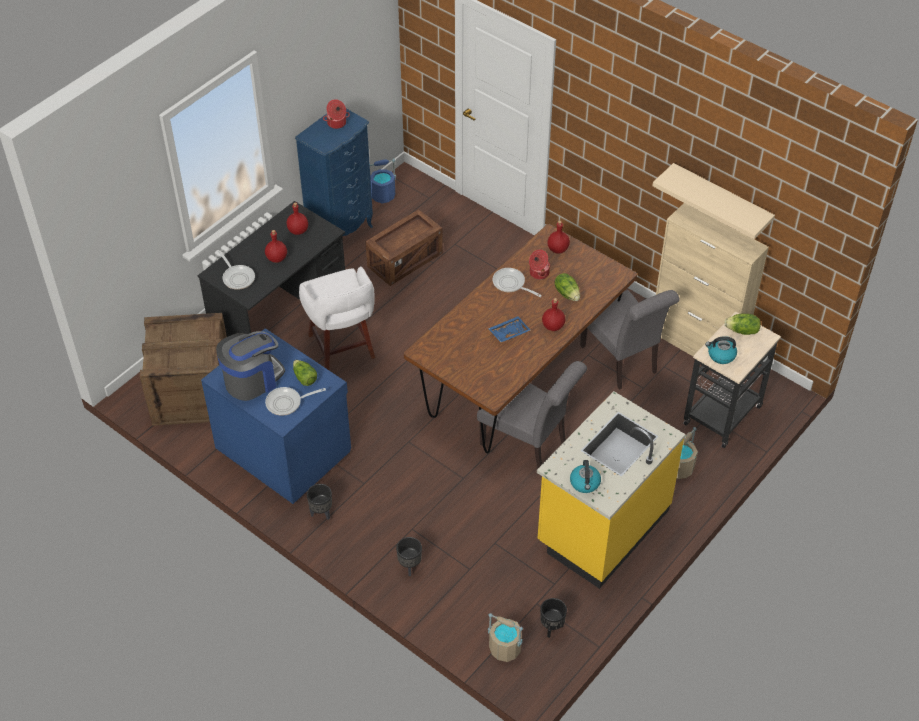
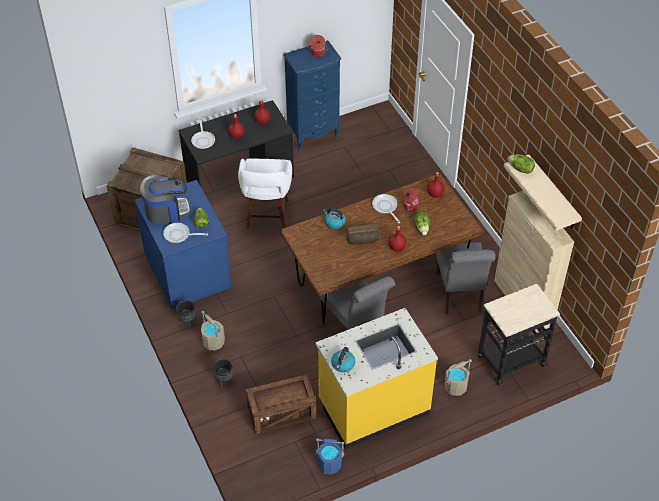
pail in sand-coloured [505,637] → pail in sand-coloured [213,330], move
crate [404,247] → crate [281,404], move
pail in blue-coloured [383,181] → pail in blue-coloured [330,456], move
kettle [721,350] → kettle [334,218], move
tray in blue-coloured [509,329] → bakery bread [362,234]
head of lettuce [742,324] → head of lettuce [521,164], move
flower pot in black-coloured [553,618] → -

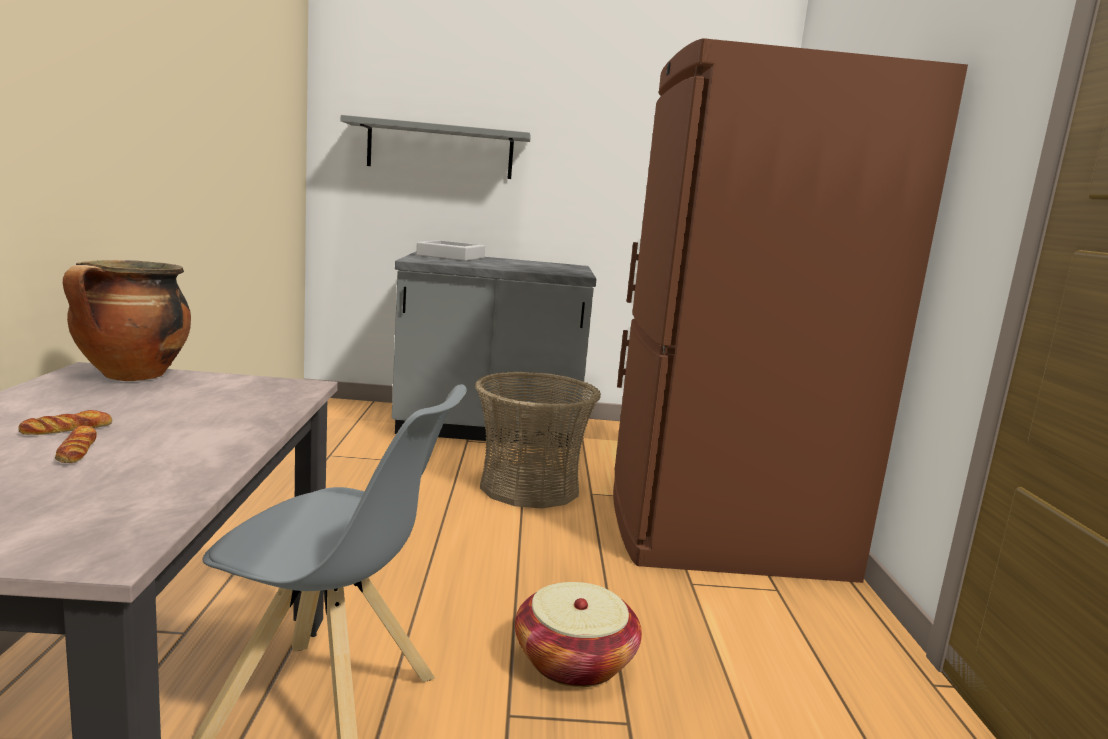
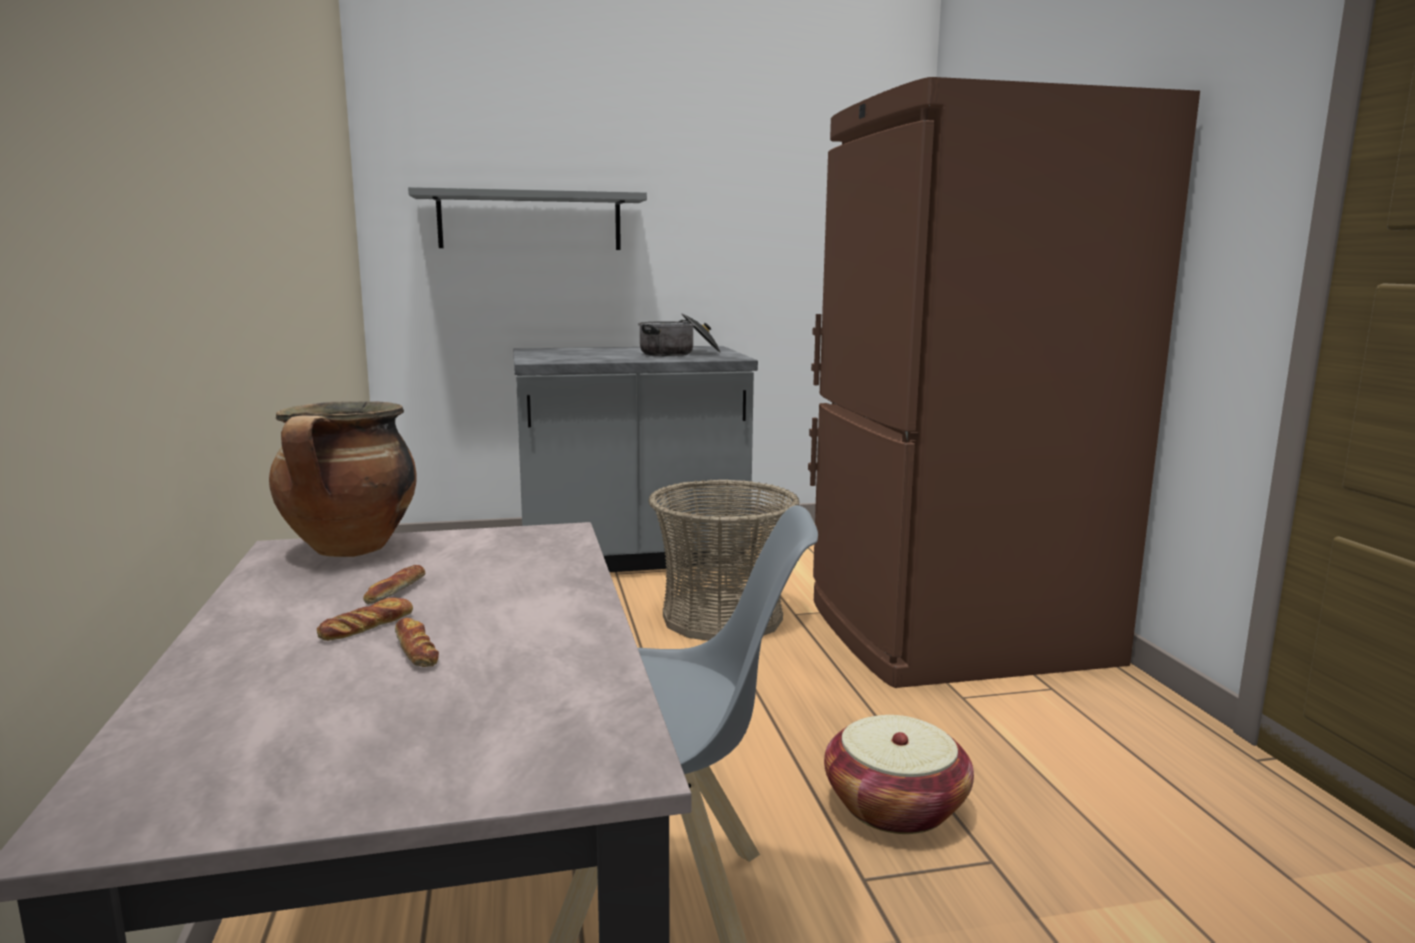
- → bakery bread [394,584]
- → cooking pot [679,334]
tray in gray [450,250] → -

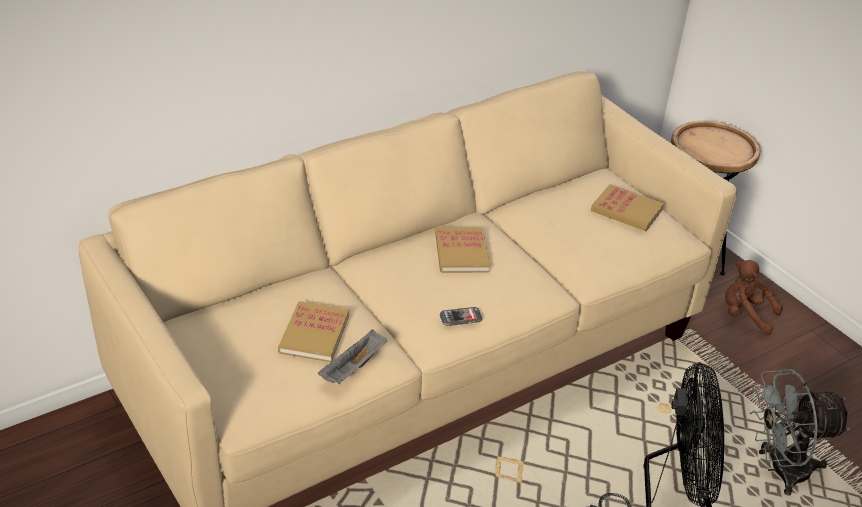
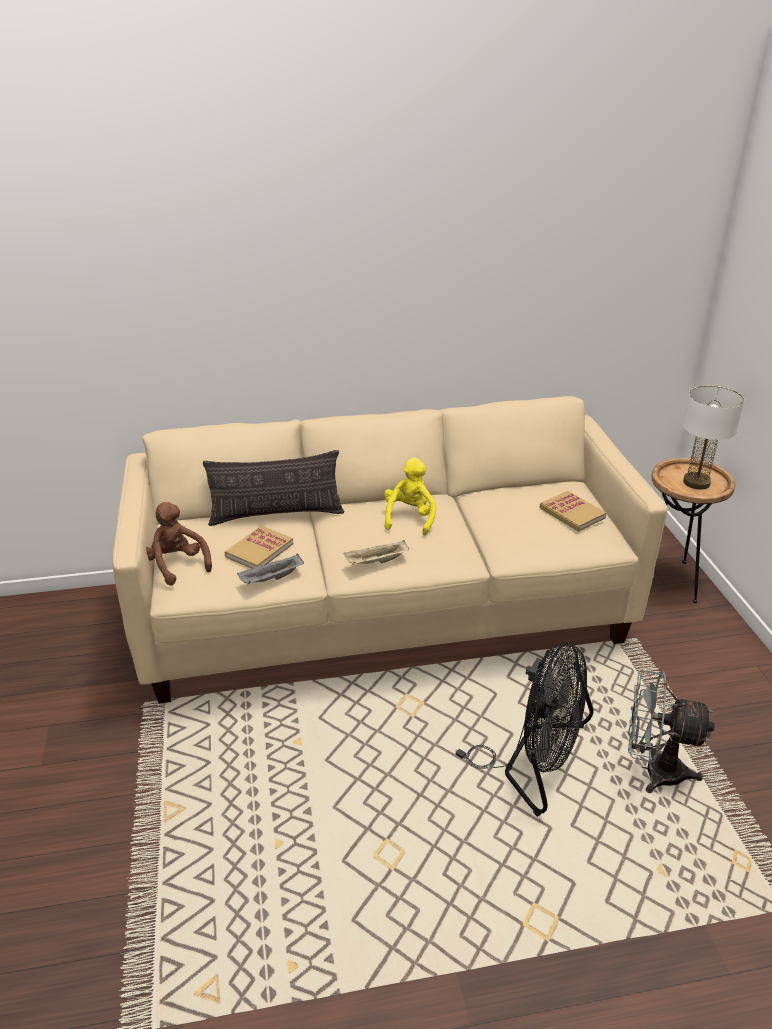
plush toy in brown [754,297] → plush toy in brown [179,544], move
- → throw pillow [273,488]
phone [461,316] → tray in sand-coloured [376,552]
volume [462,250] → plush toy in yellowish [410,497]
- → lamp for a table [713,438]

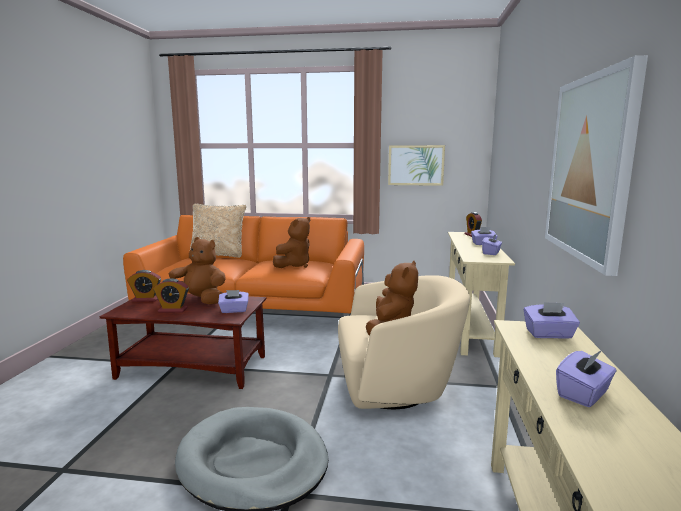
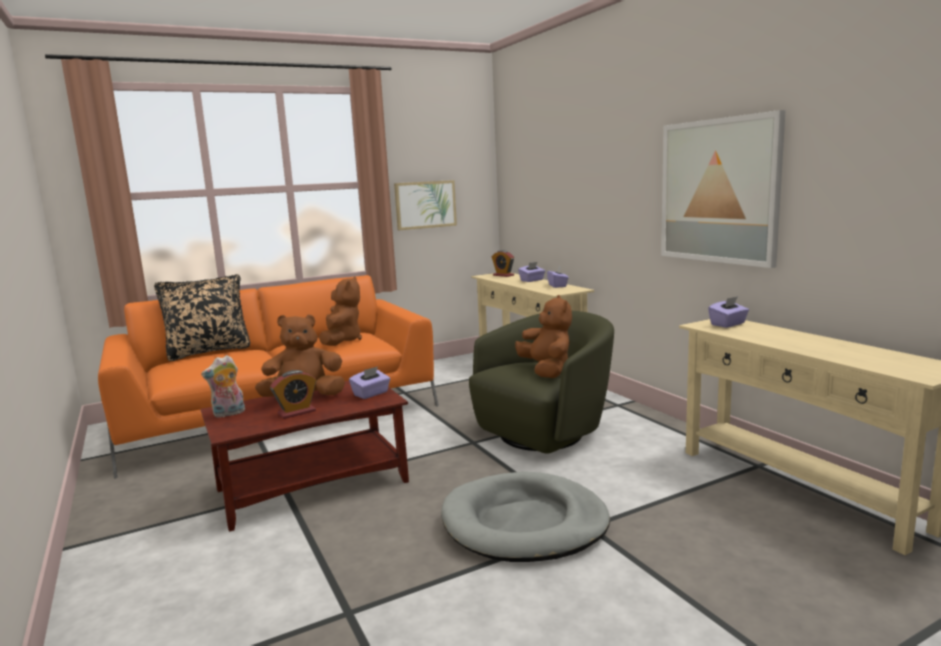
throw pillow in sand-coloured [218,230] → throw pillow in black-coloured [202,317]
table clock [144,286] → plush toy [223,386]
easy chair in sand-coloured [404,342] → easy chair in green [541,382]
tissue holder in purplish [586,378] → -

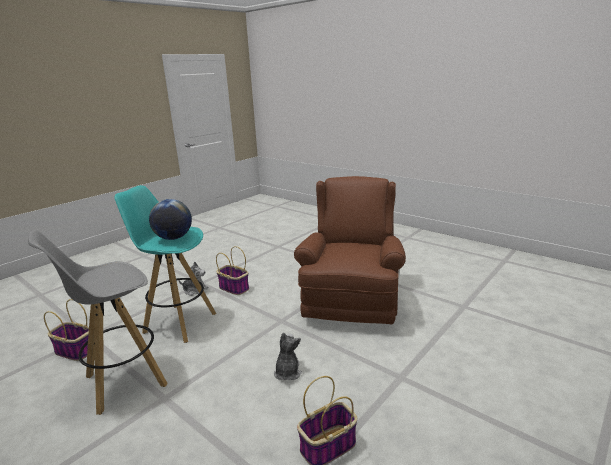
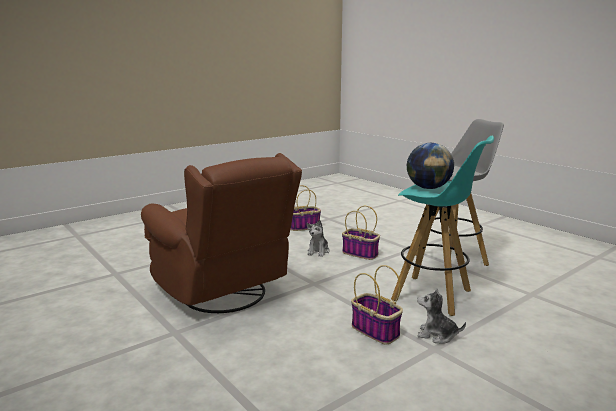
easy chair in brown [350,250] → easy chair in brown [221,233], 60 degrees counterclockwise
basket [66,330] → basket [361,233], move

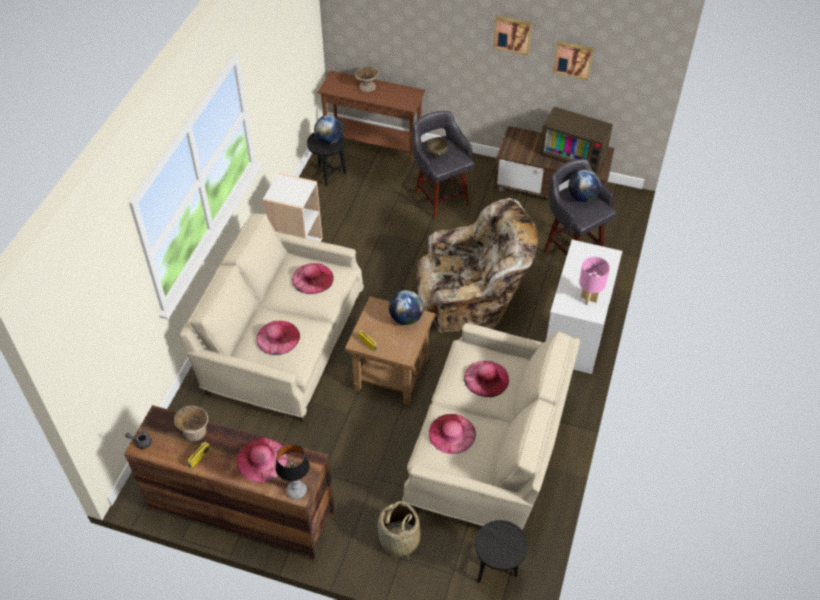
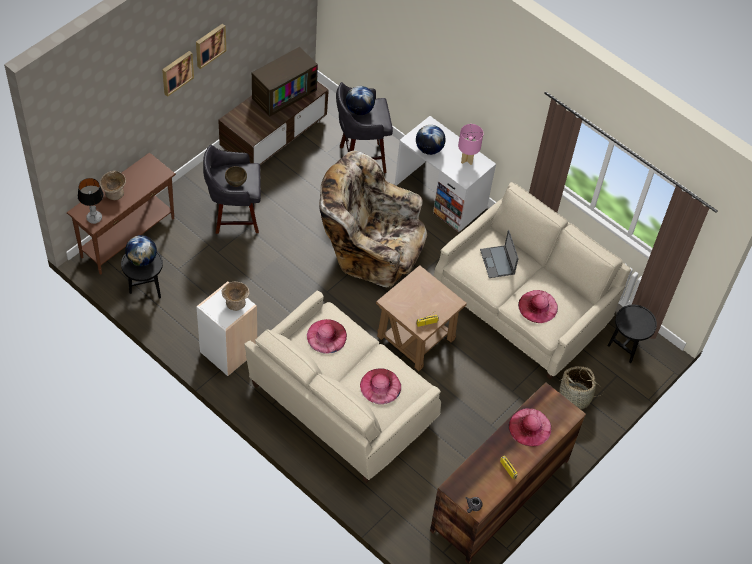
lamp for a table [292,471] → lamp for a table [91,201], move
wall picture [573,60] → wall picture [178,74], move
deep dish in sand-coloured [191,424] → deep dish in sand-coloured [236,296], move
easy chair in sand-coloured [477,265] → easy chair in sand-coloured [373,218], 90 degrees counterclockwise
globe [406,307] → globe [431,140], move
hat in pink-coloured [486,379] → notebook computer [499,254]

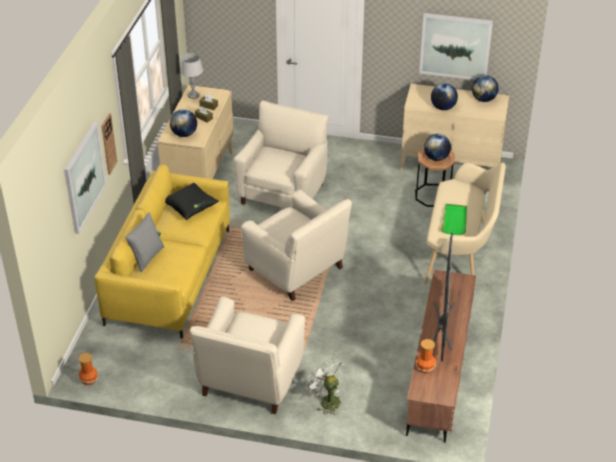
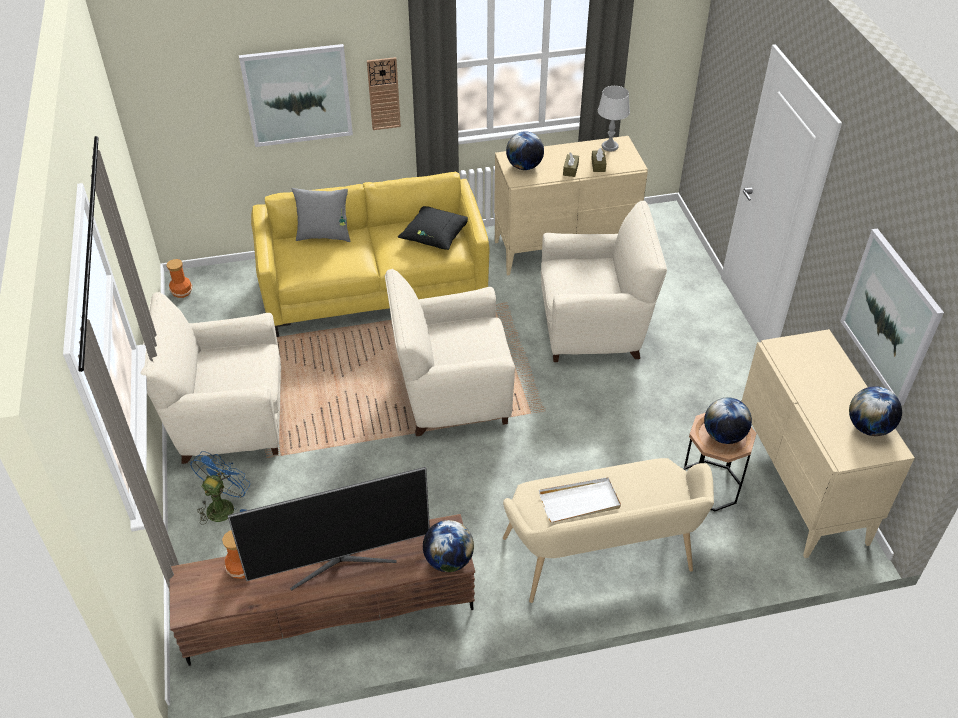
fan in whitish [325,385] → fan in blue-coloured [220,488]
easy chair in sand-coloured [296,245] → easy chair in sand-coloured [450,352], 60 degrees clockwise
globe [444,96] → globe [448,546], move
tray in green [454,219] → tray in whitish [580,500]

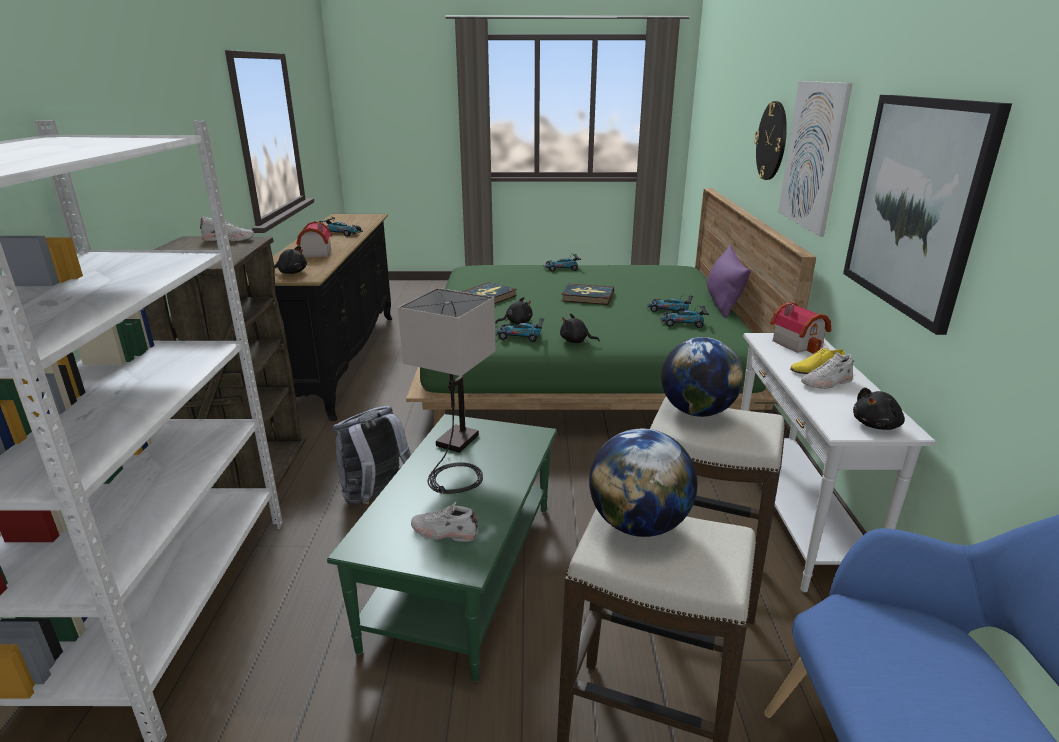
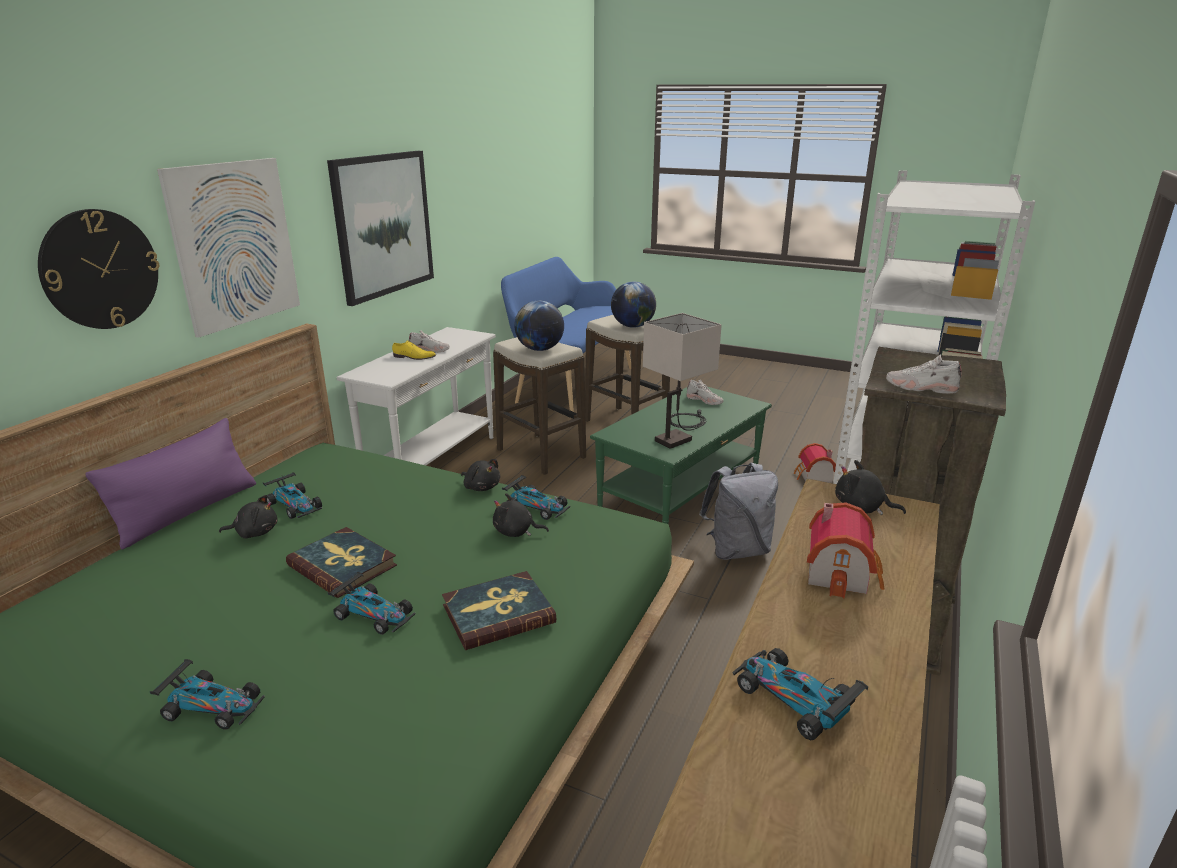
plush toy in black-coloured [879,409] → plush toy in black-coloured [248,517], move
toy car [684,317] → toy car [372,603], move
miniature house [800,328] → miniature house [814,463], move

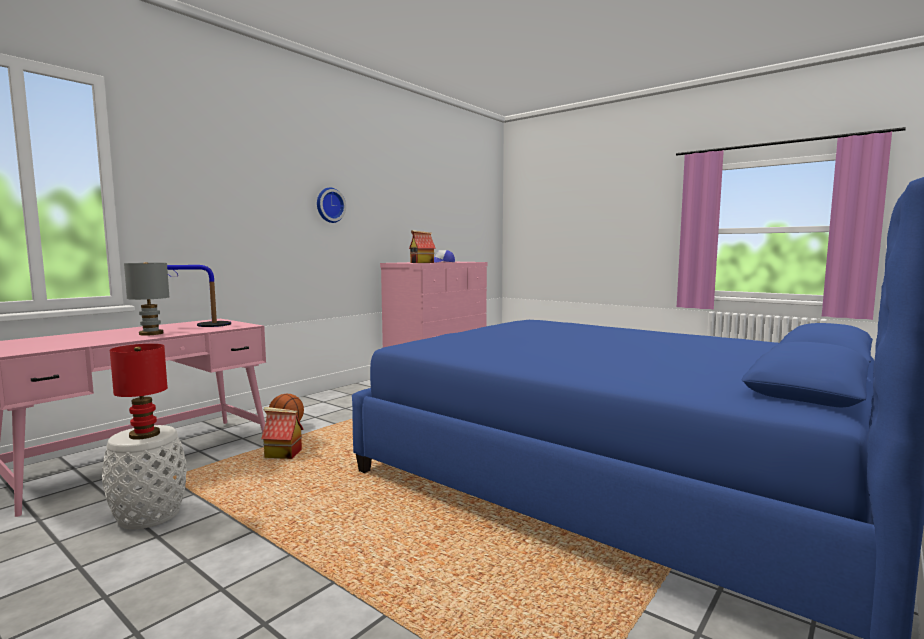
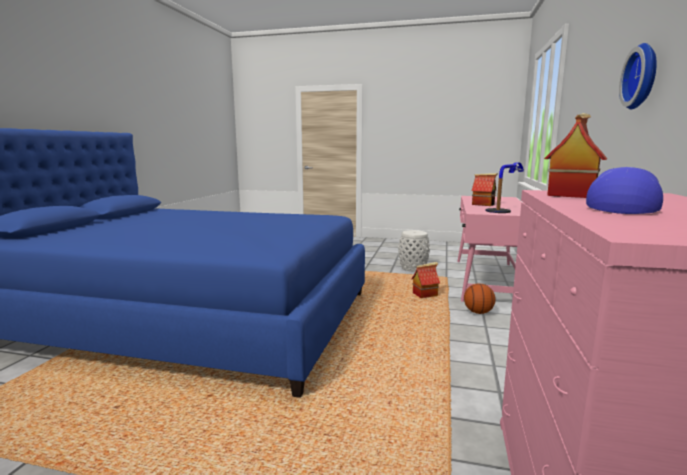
lamp for a table in gray [146,299] → miniature house [484,189]
lamp for a table in red [139,392] → -

